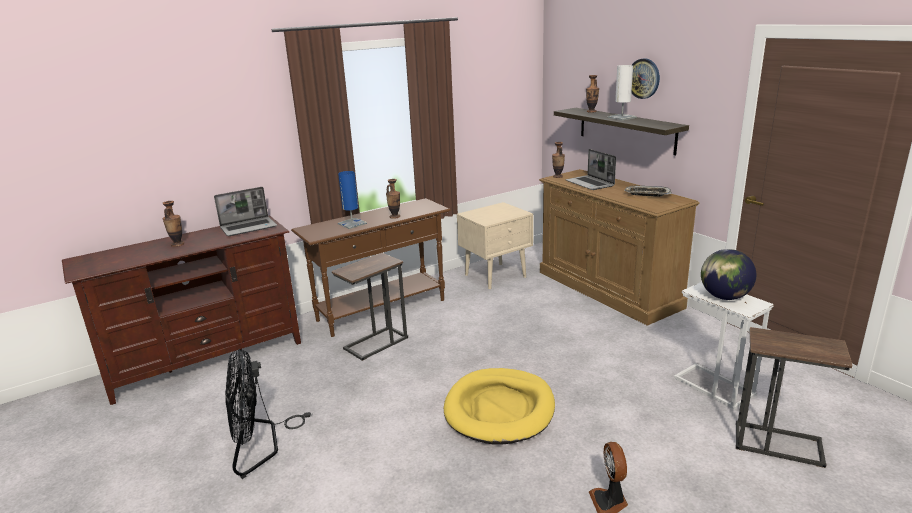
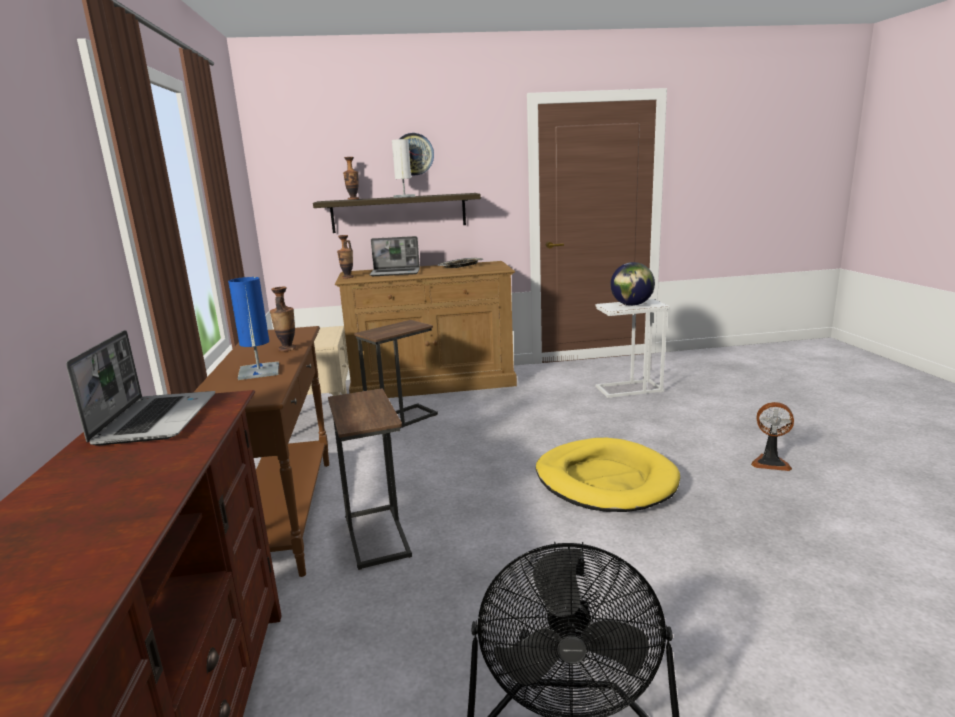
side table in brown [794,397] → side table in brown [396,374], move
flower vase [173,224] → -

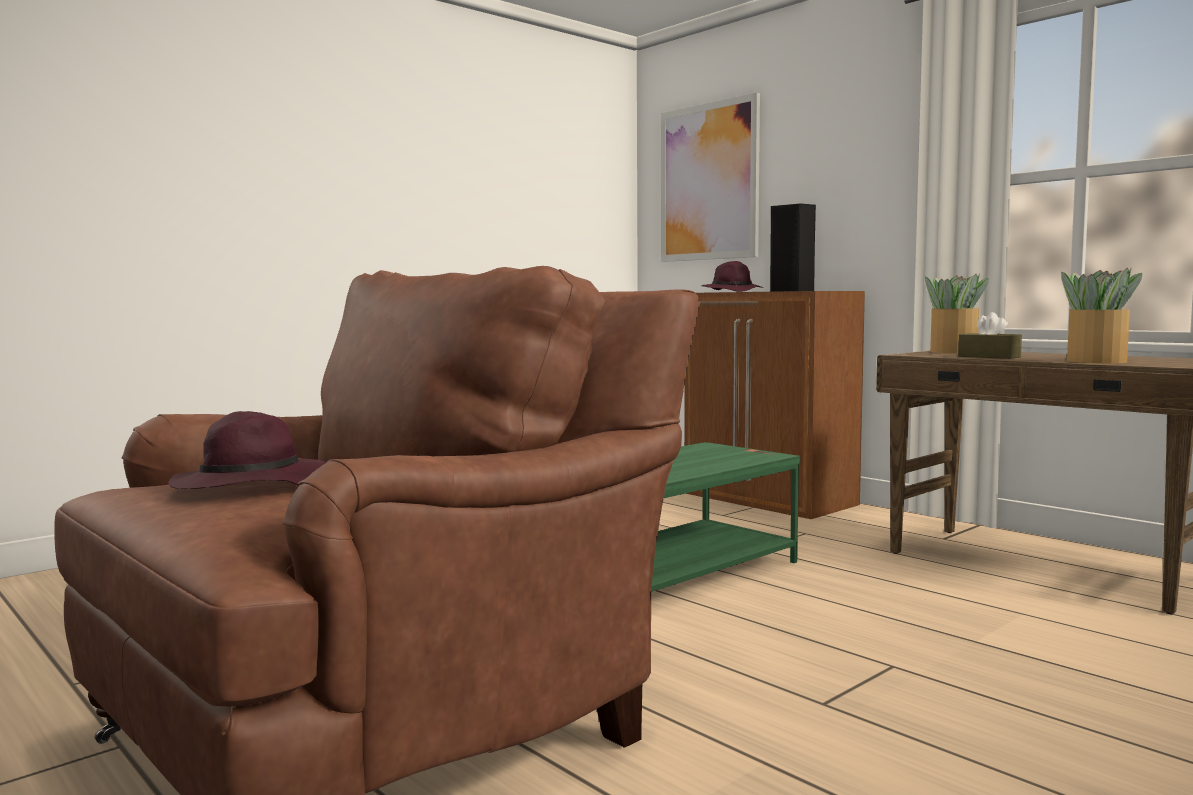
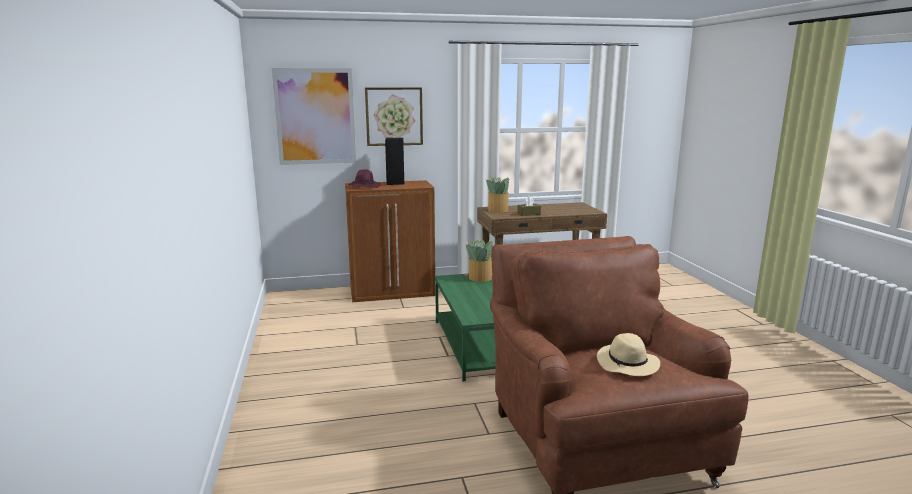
- → wall picture [394,116]
houseplant [1101,315] → houseplant [479,261], move
hat in purplish [247,450] → hat in sand-coloured [628,354]

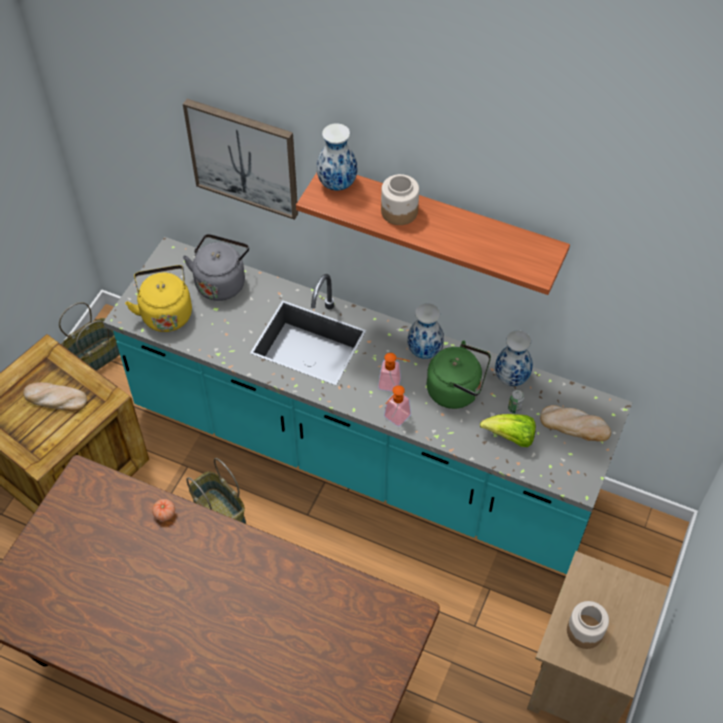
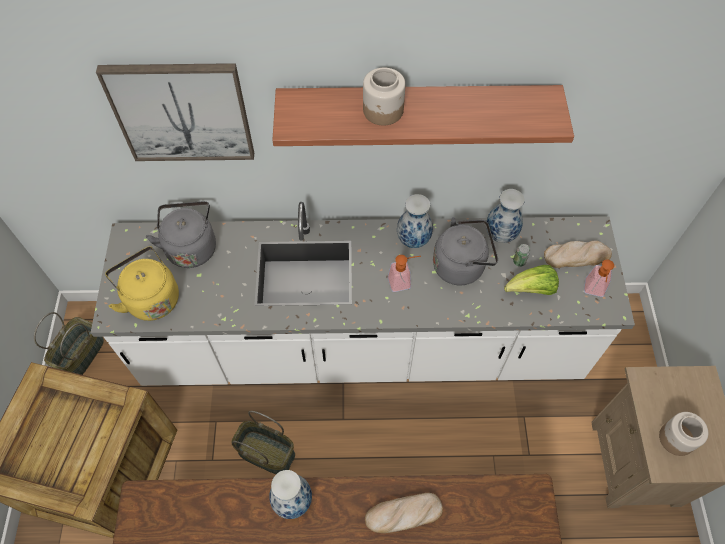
counter in blue-green [368,405] → counter in whitish [363,294]
flower vase [337,157] → flower vase [290,494], move
bakery bread [55,397] → bakery bread [404,513], move
kettle in green [459,375] → kettle in gray [465,251]
liquid soap bottle [397,405] → liquid soap bottle [599,278], move
whole tomato [163,510] → -

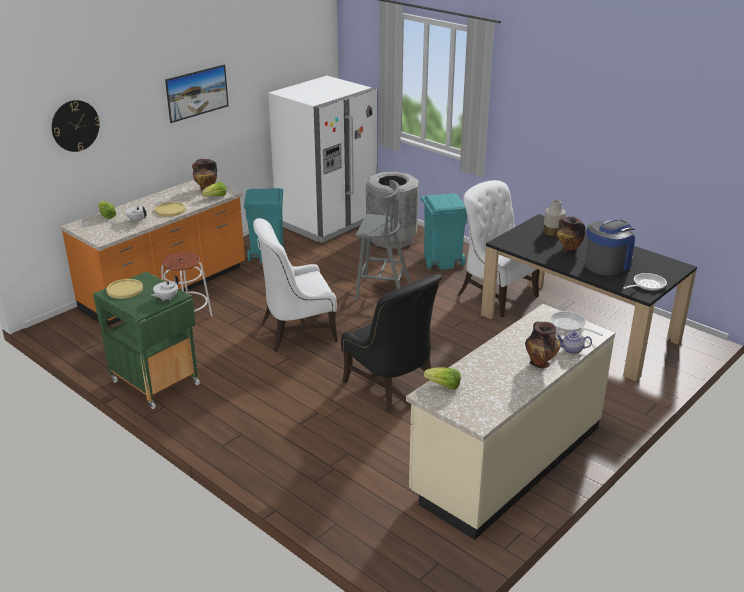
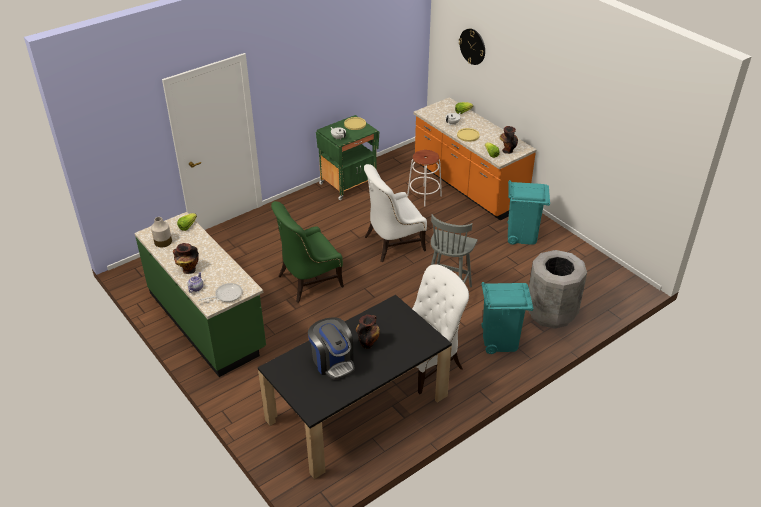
counter in sand-coloured [510,422] → counter in green [200,294]
flower vase in sand-coloured [554,218] → flower vase in sand-coloured [161,232], move
chair in black-coloured [391,344] → chair in green [307,252]
chair in whitish [295,285] → chair in whitish [395,213], 105 degrees counterclockwise
wall picture [197,94] → -
fridge in whitish [323,159] → -
pan [645,282] → -

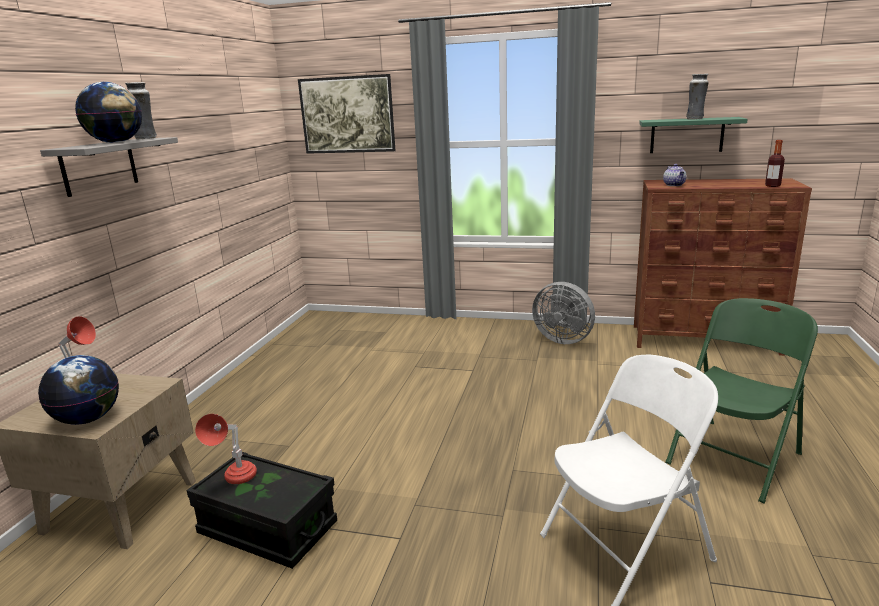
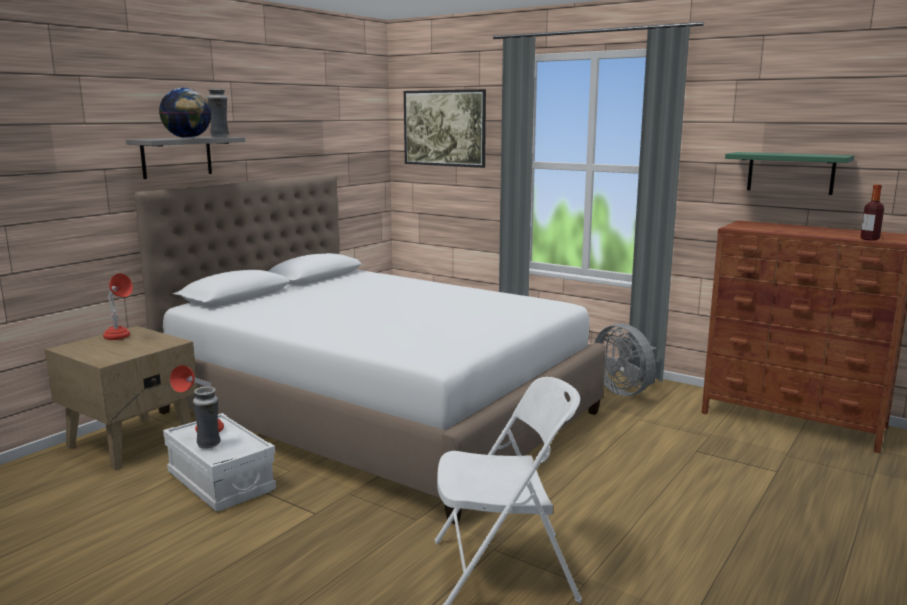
- → bedroom bed in whitish [369,349]
storage box in black-coloured [262,510] → storage box in whitish [219,462]
flower vase [697,97] → flower vase [207,417], move
globe [78,390] → -
pot for tea [674,175] → -
chair in green [741,401] → -

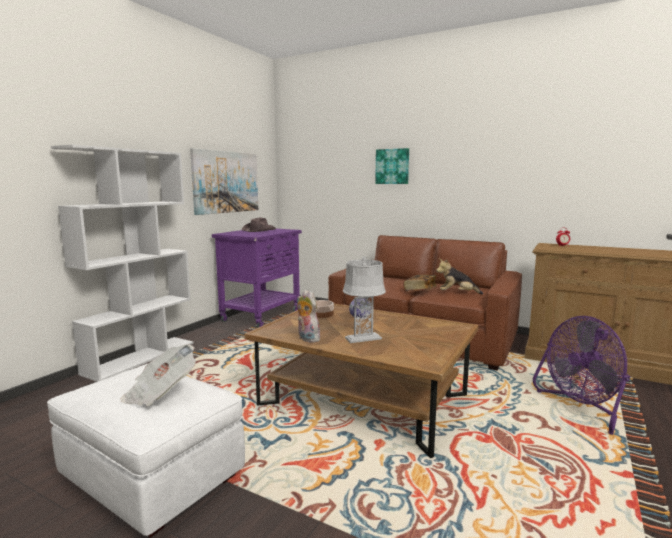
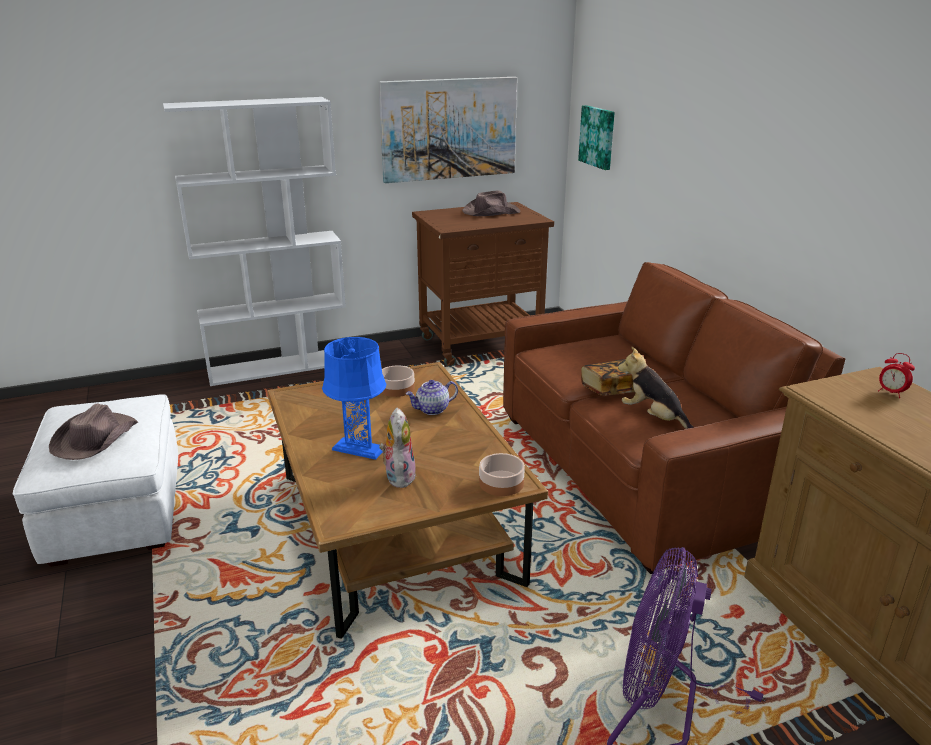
daily paper [158,375] → hat in brown [93,432]
lamp for a table in gray [364,299] → lamp for a table in blue-coloured [354,398]
plush toy [308,316] → plush toy [398,447], move
cart in purplish [257,278] → cart in brown [483,284]
- → deep dish [502,474]
wall picture [392,166] → wall picture [596,137], move

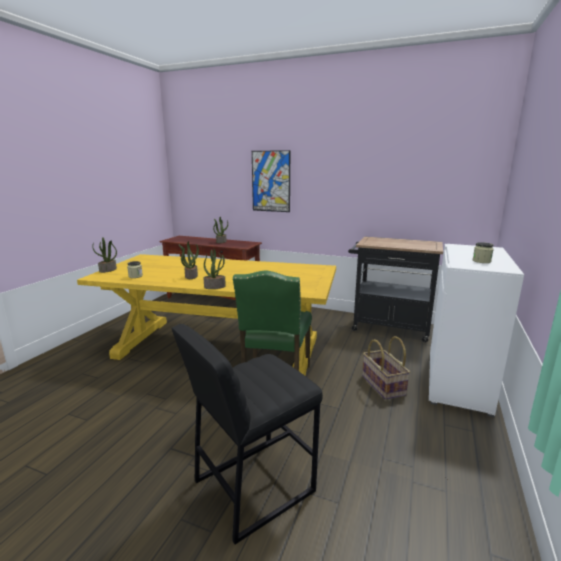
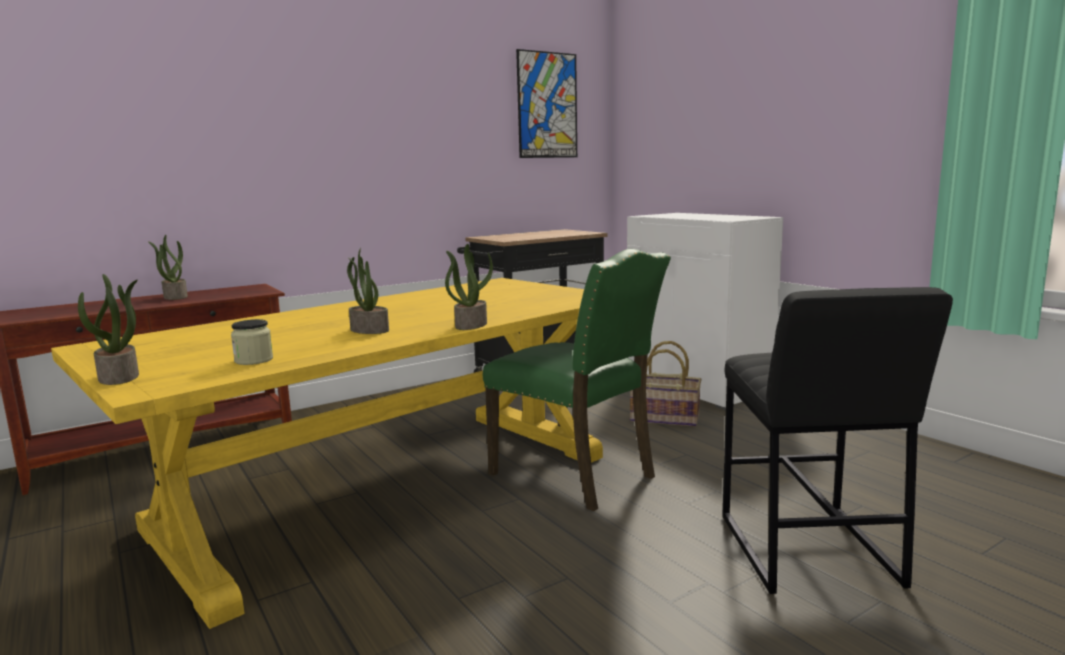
wall picture [271,181] → wall picture [546,103], move
preserve jar [483,252] → -

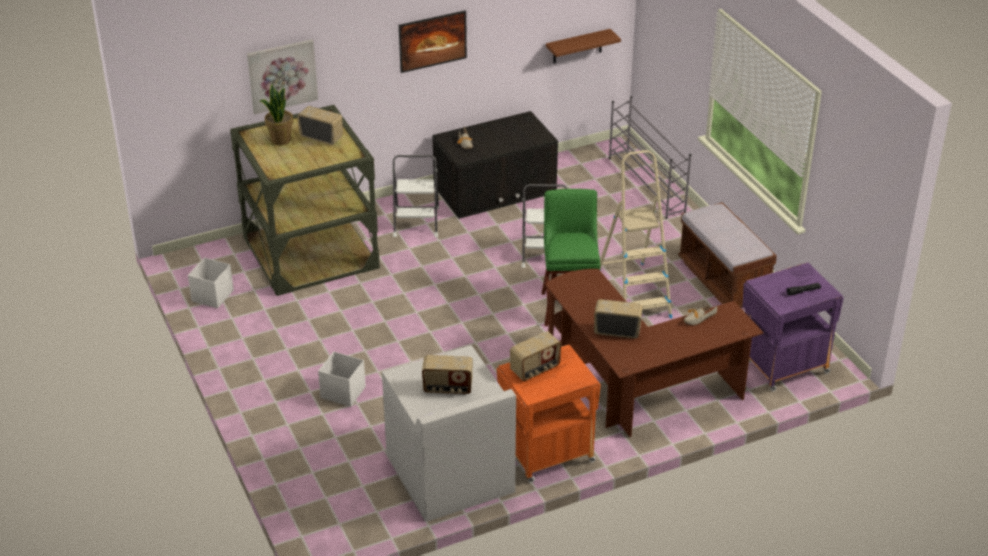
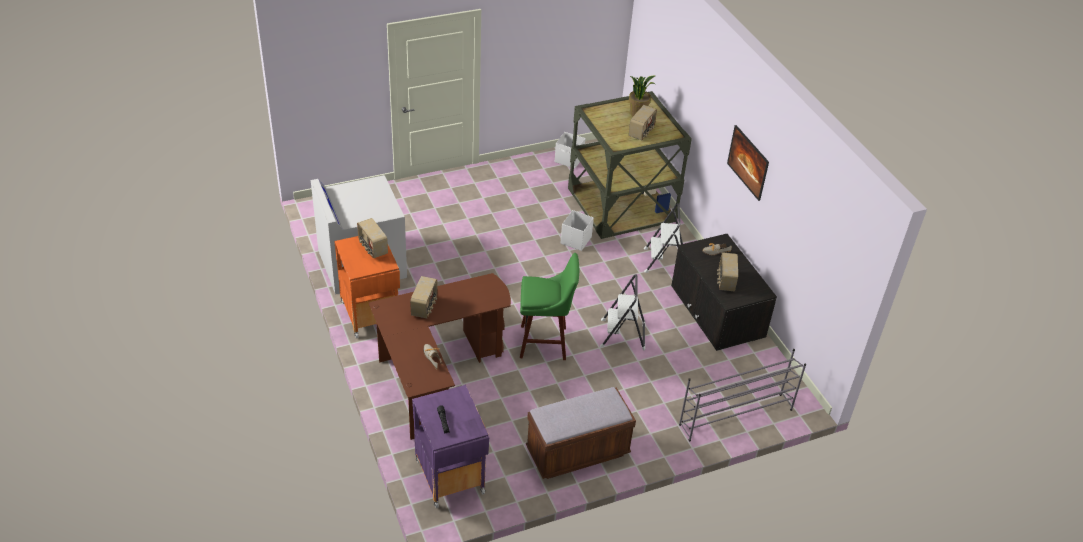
storage box in whitish [342,379] → storage box in whitish [577,230], move
radio receiver [447,375] → radio receiver [727,271], move
wall picture [282,76] → -
shelf in brown [583,46] → -
step ladder in sand-coloured [636,234] → -

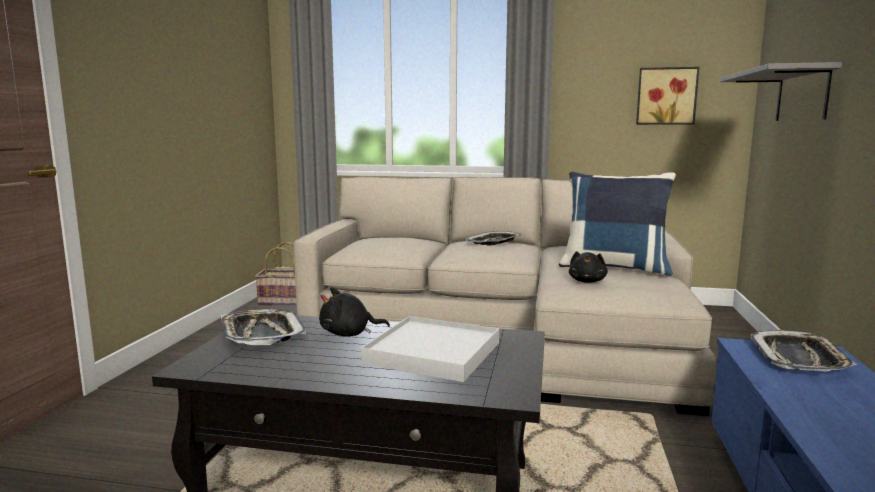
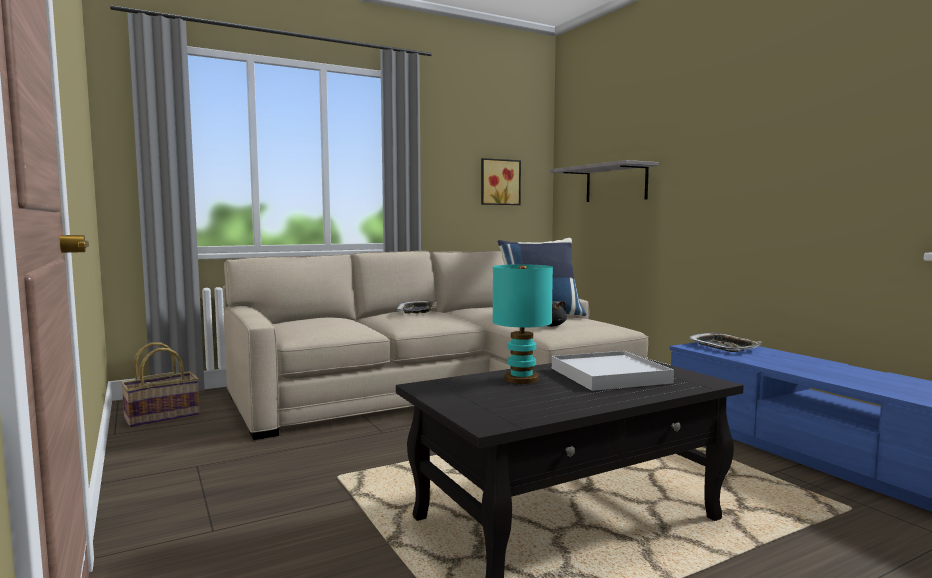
plush toy in black-coloured [354,311] → lamp for a table in blue-green [523,324]
tray [263,327] → -

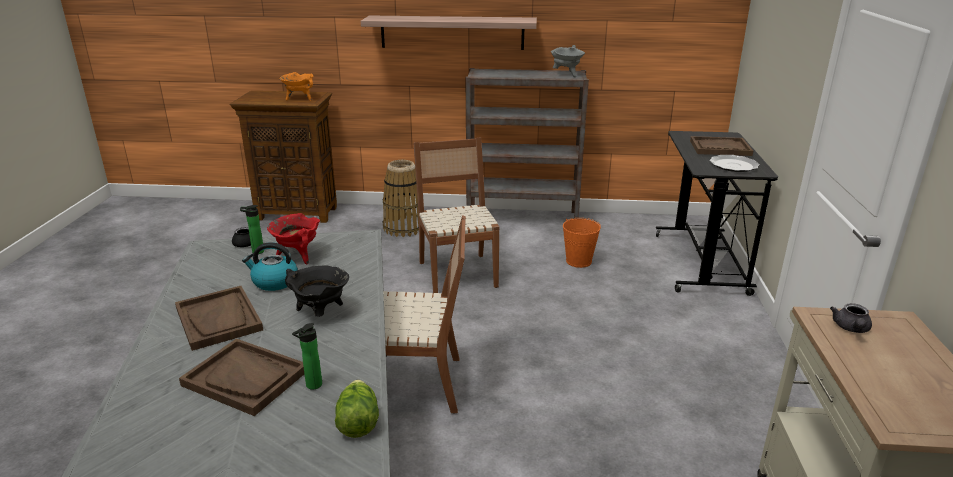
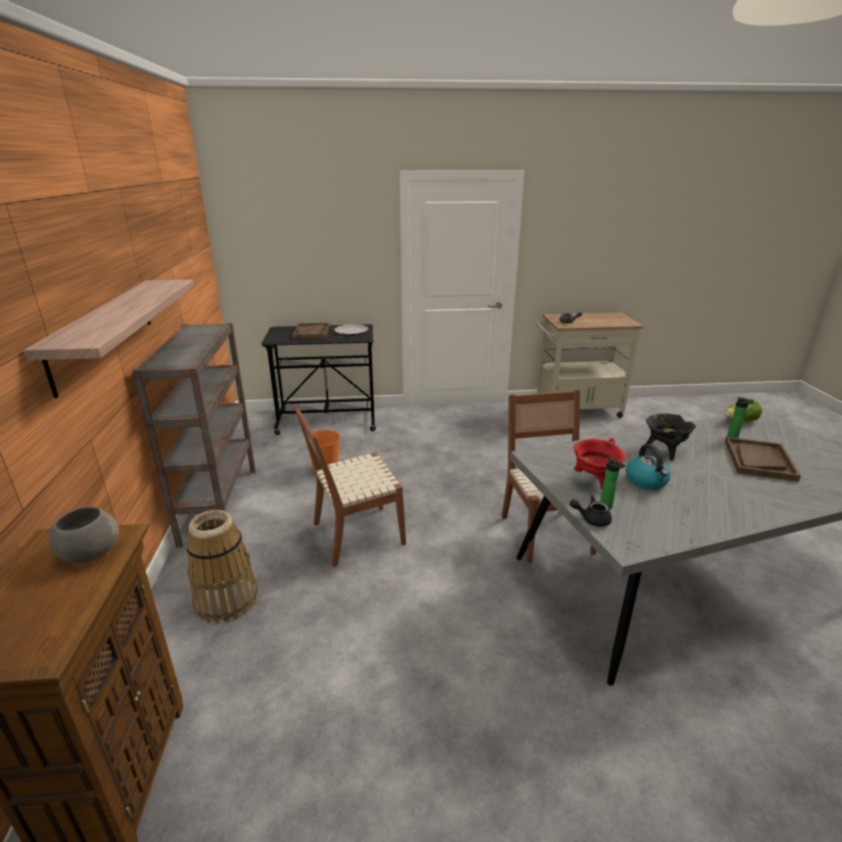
cooking pot in orangey [297,86] → deep dish in gray [84,535]
tray in brown [219,318] → -
cooking pot in gray [568,61] → -

